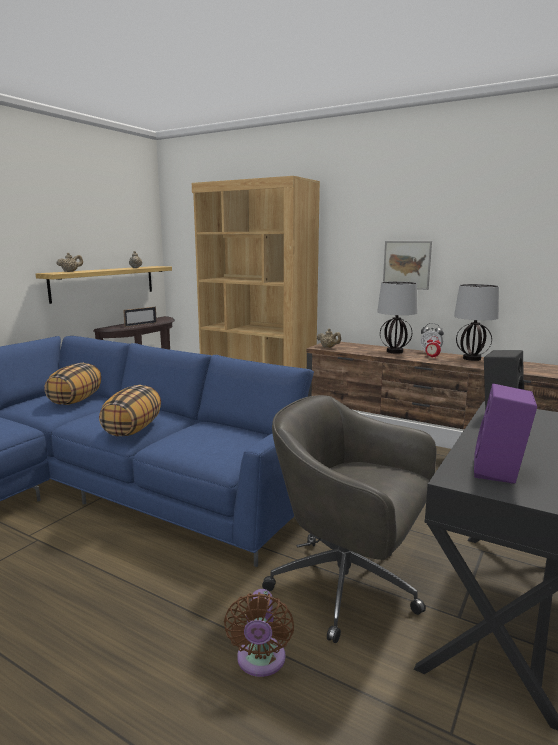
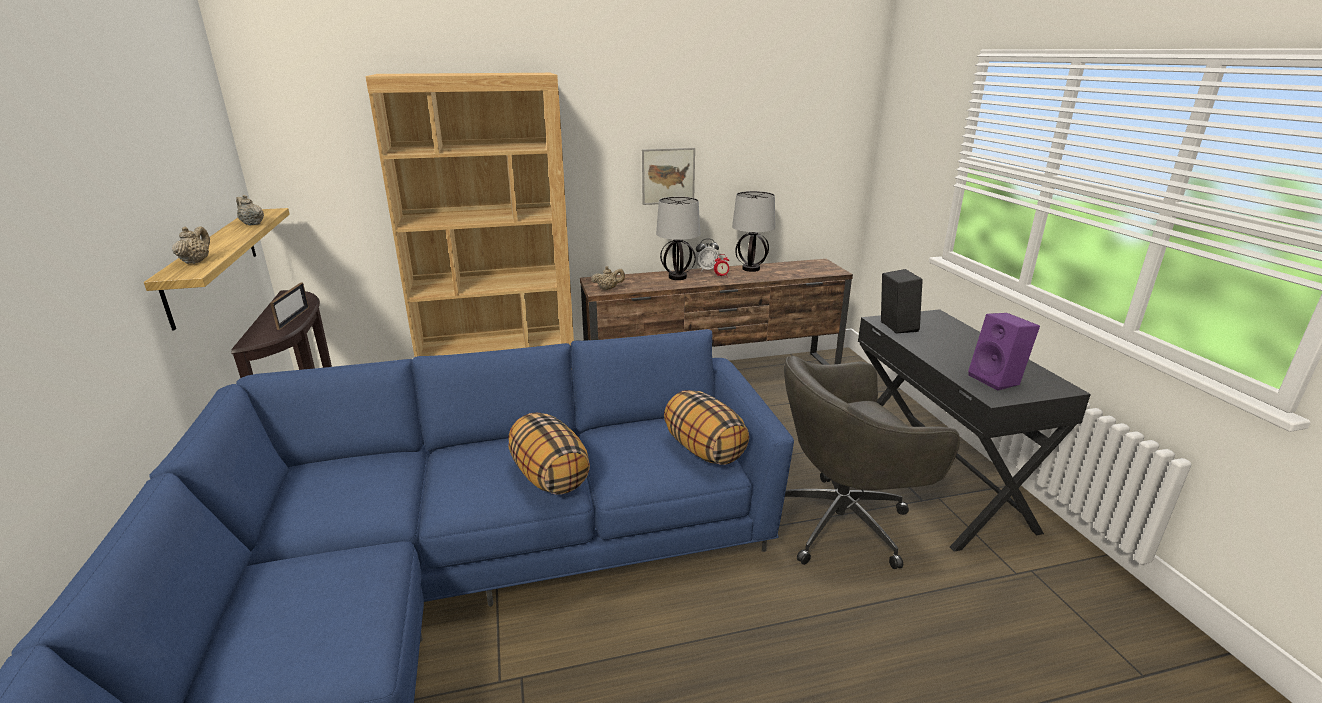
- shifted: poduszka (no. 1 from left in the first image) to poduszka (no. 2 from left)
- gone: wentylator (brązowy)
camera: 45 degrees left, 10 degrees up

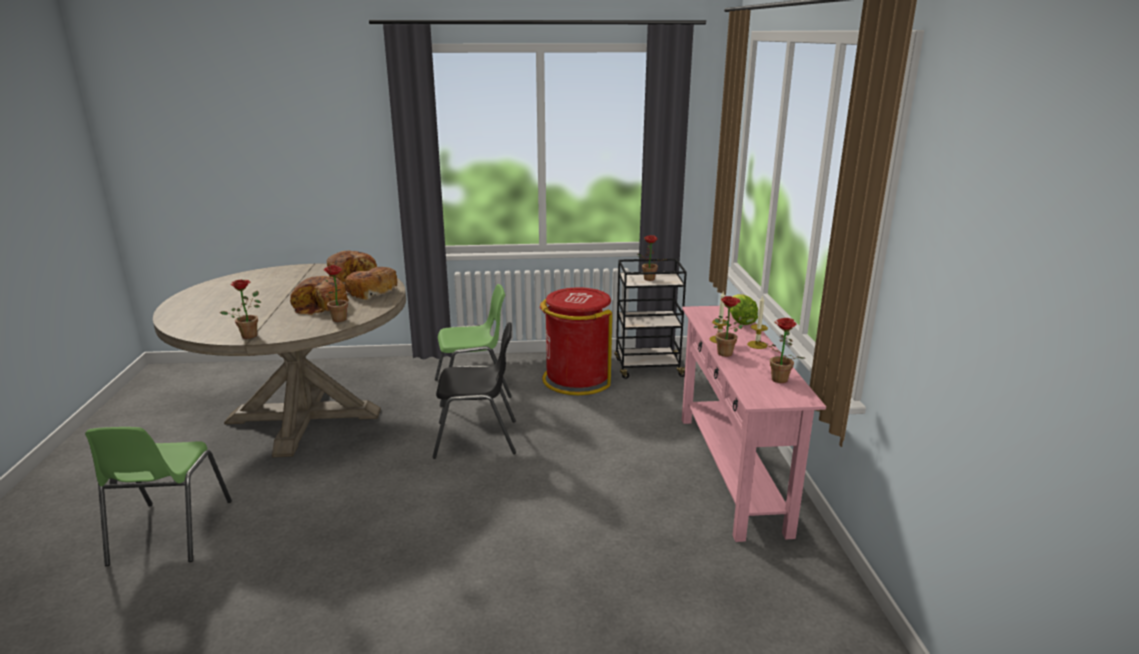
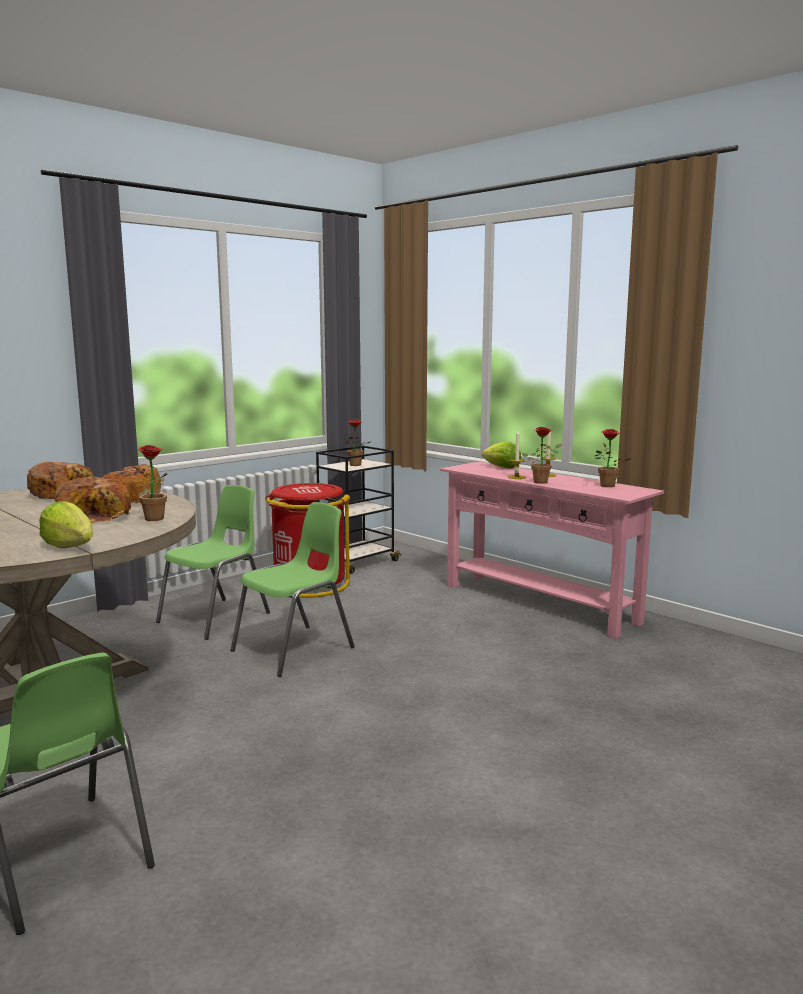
- swapped: roślina doniczkowa (no. 1 from left) to sałata (no. 1 from left)
- repainted: krzesło (czarny) to krzesło (zielony) (no. 3 from left)
camera: 40 degrees left, 10 degrees down

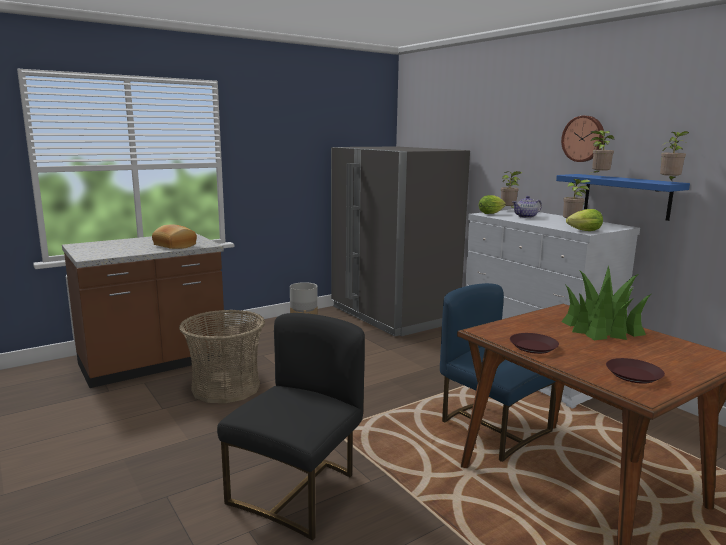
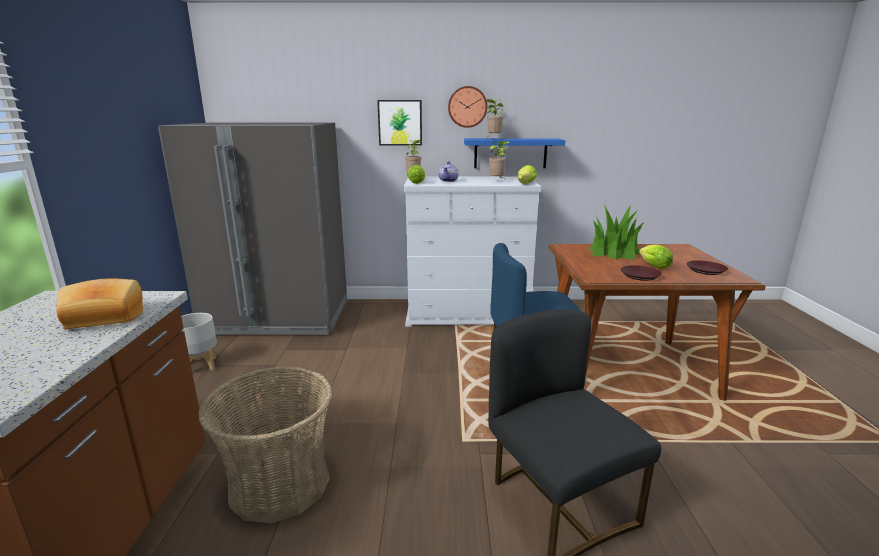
- gone: roślina doniczkowa (no. 5 from left)
- new: obraz
- new: sałata (no. 3 from left)
camera: 55 degrees left, 5 degrees up

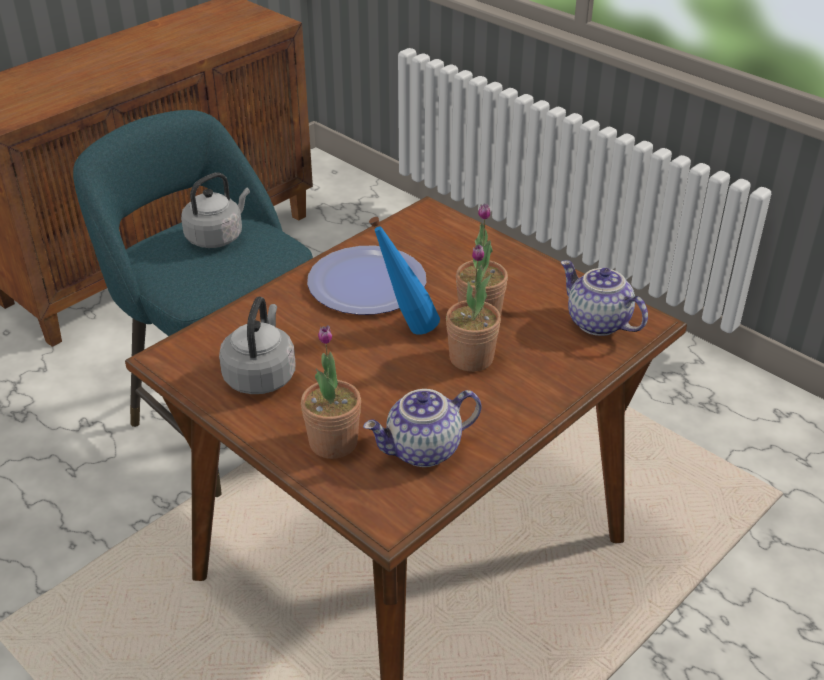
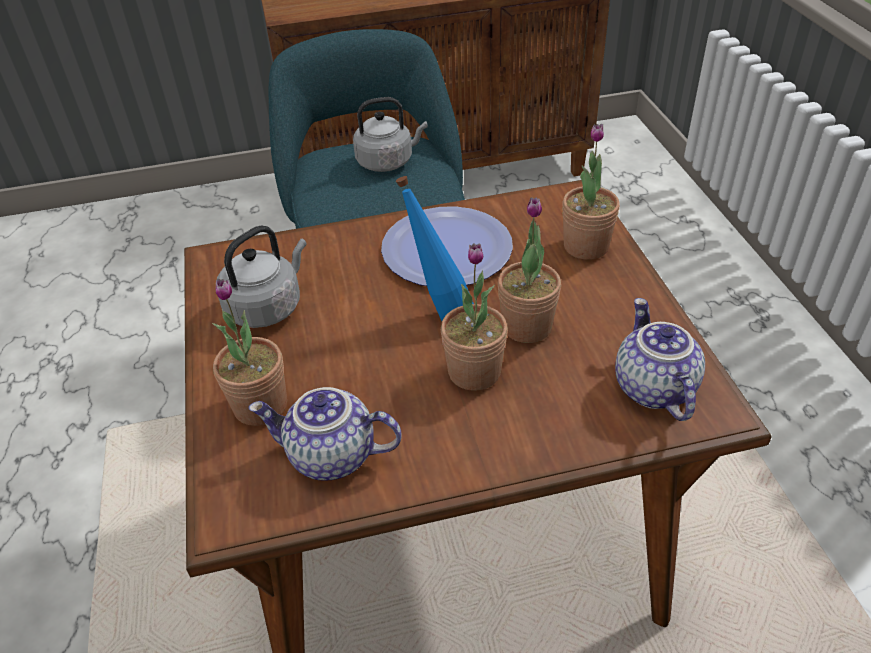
- new: roślina doniczkowa (no. 4 from left)
camera: 35 degrees right, 5 degrees up

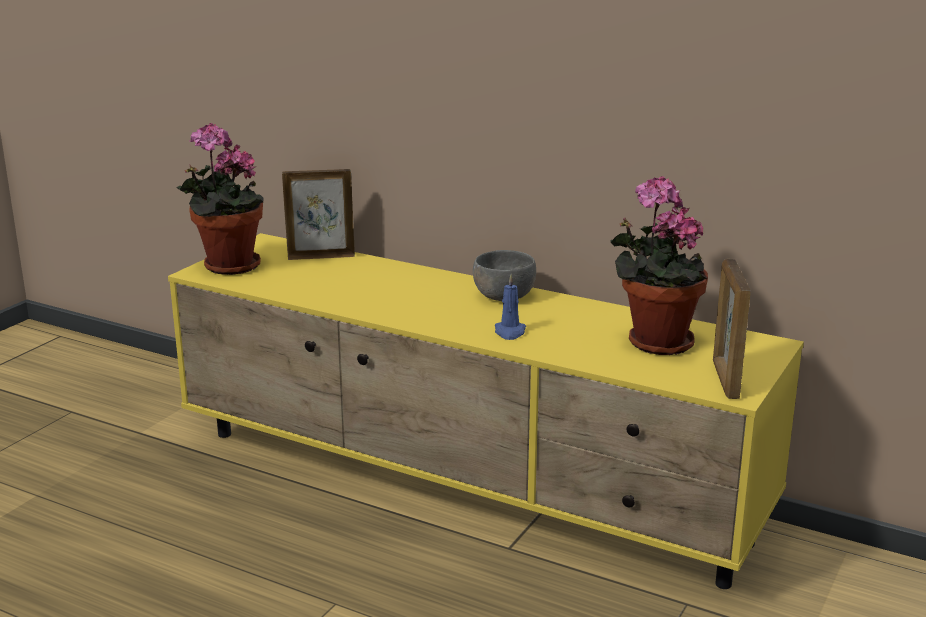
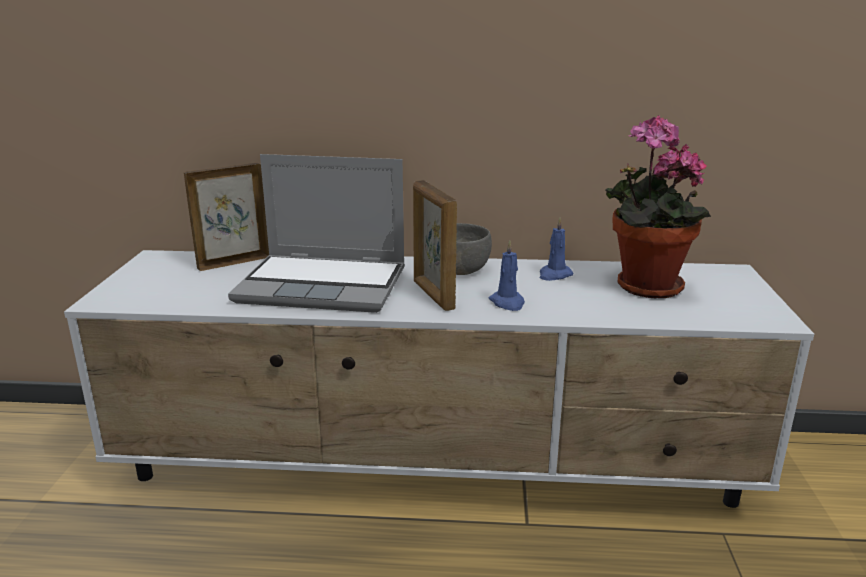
- gone: roślina doniczkowa (no. 1 from left)
- repainted: szafka pod telewizor (żółty) to szafka pod telewizor (biały)
- shifted: ramka na zdjęcie (no. 2 from left)
- new: laptop
- new: świeca (niebieski) (no. 2 from left)
camera: 25 degrees left, 0 degrees up

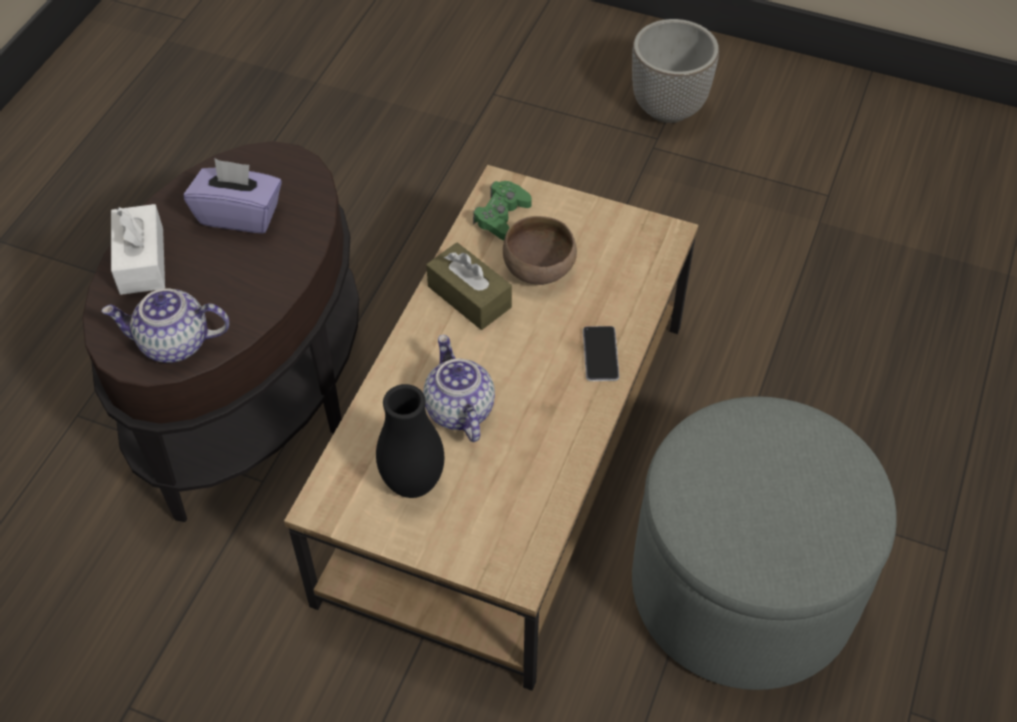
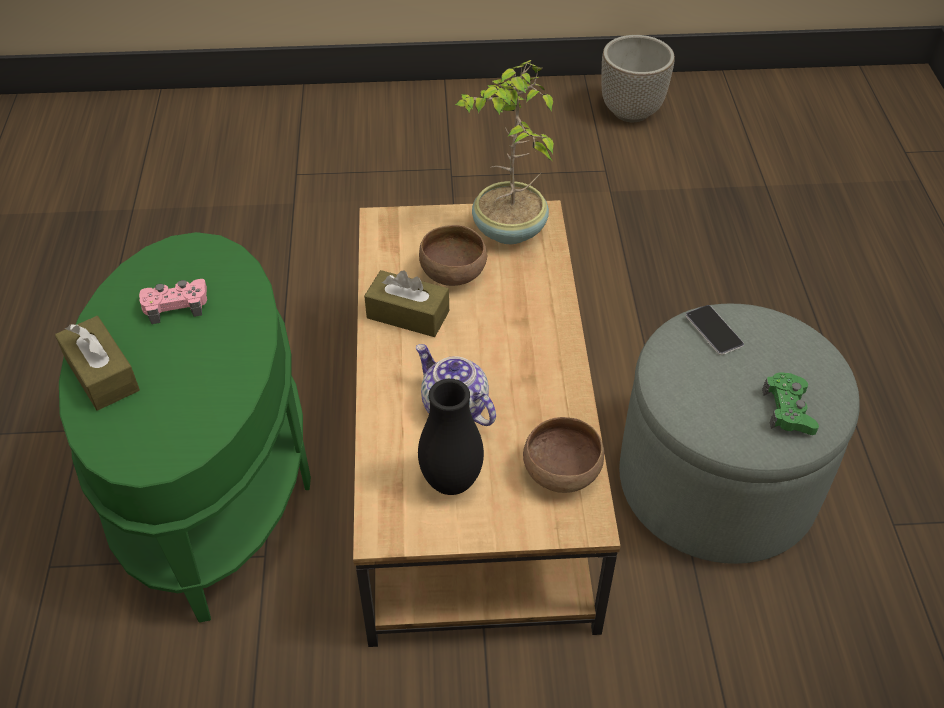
- shifted: donica
- repainted: stolik (brązowy) to stolik (zielony)
- swapped: pudełko chusteczek (fioletowy) to pad do gier (różowy)
- shifted: pad do gier (zielony)
- repainted: pudełko chusteczek (biały) to pudełko chusteczek (brązowy) (no. 1 from left)
- gone: imbryk (no. 1 from left)
- shifted: telefon
- new: roślina doniczkowa
- new: miska (brązowy) (no. 2 from left)
camera: 25 degrees left, 5 degrees down

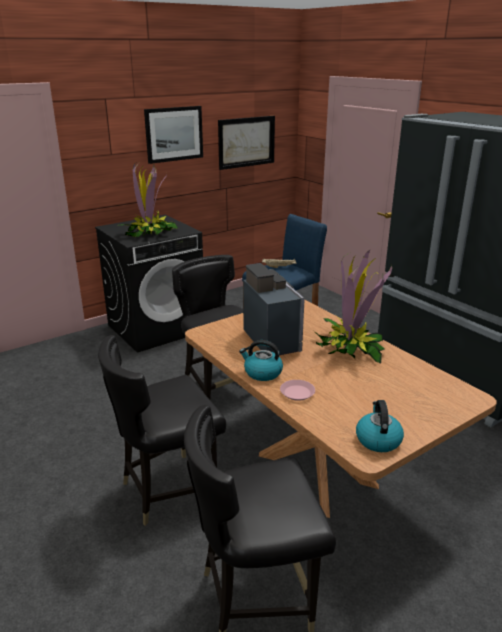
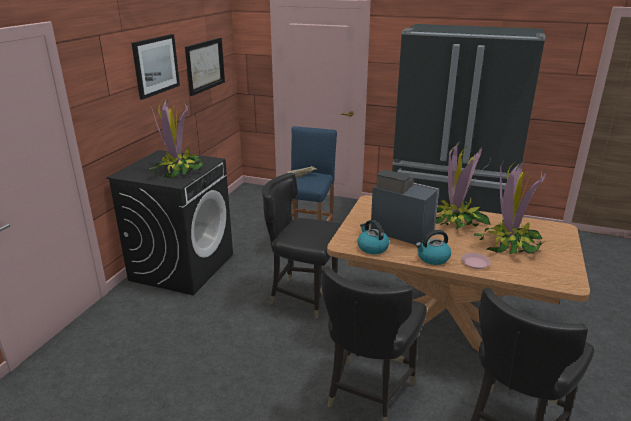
- shifted: czajnik (no. 2 from left in the first image) to czajnik (no. 1 from left)
- new: roślina doniczkowa (no. 3 from left)
camera: 35 degrees left, 0 degrees up

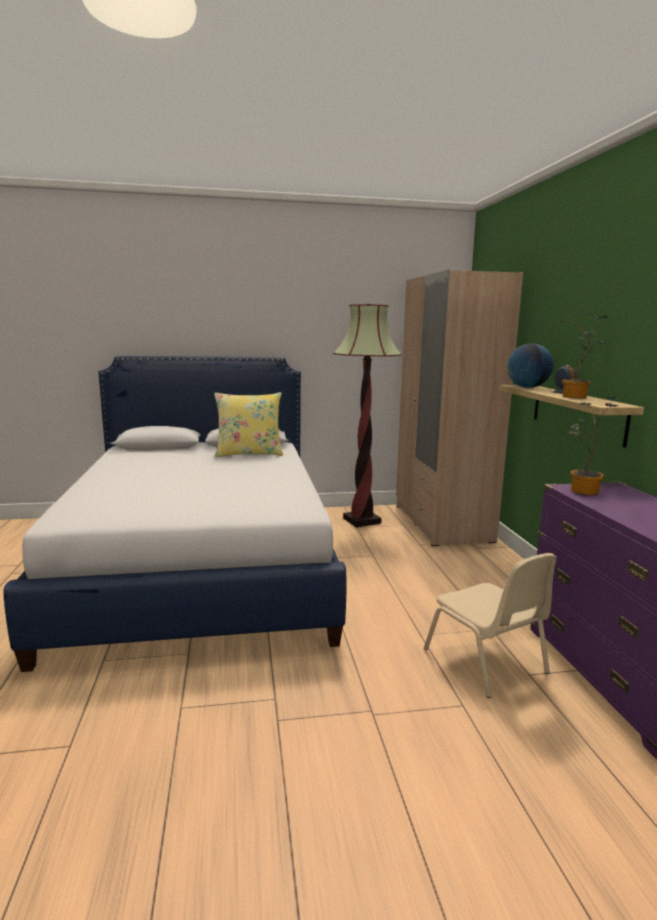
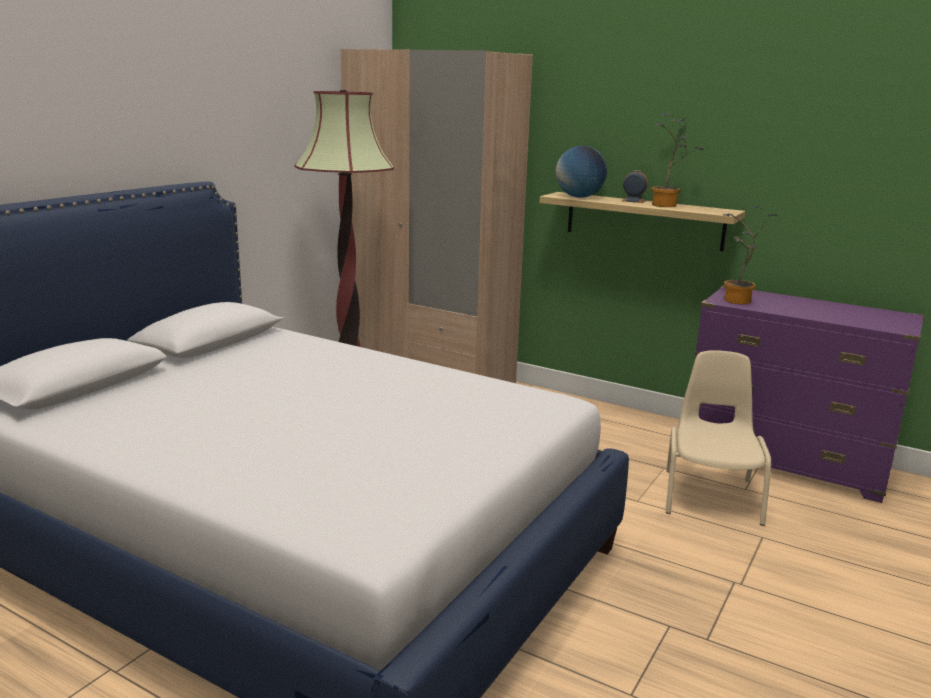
- gone: poduszka (żółty)
- rotated: krzesło (beżowy) 90 degrees counterclockwise
camera: 50 degrees left, 5 degrees up

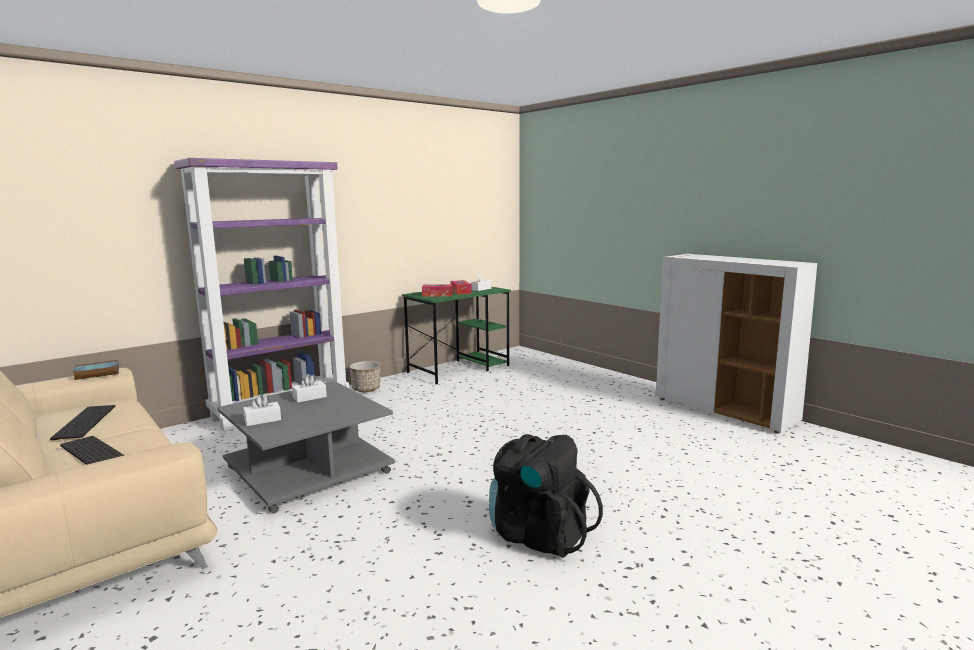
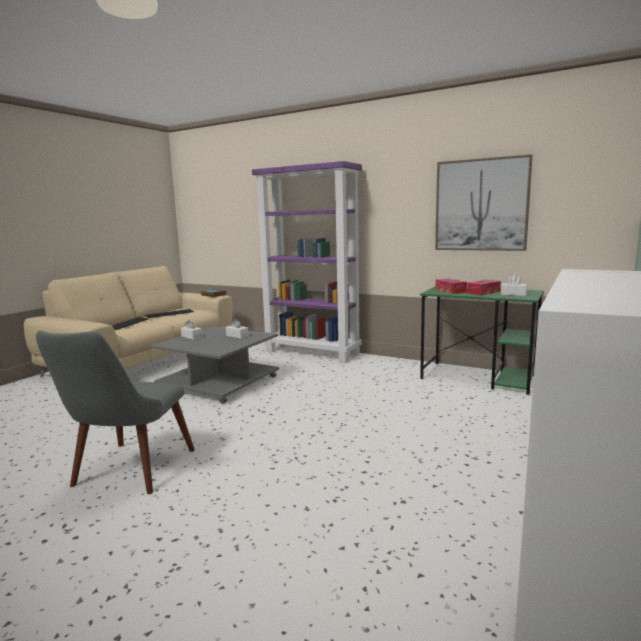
- gone: donica
- swapped: plecak (czarny) to krzesło (szary)
- new: obraz
camera: 70 degrees right, 0 degrees up

